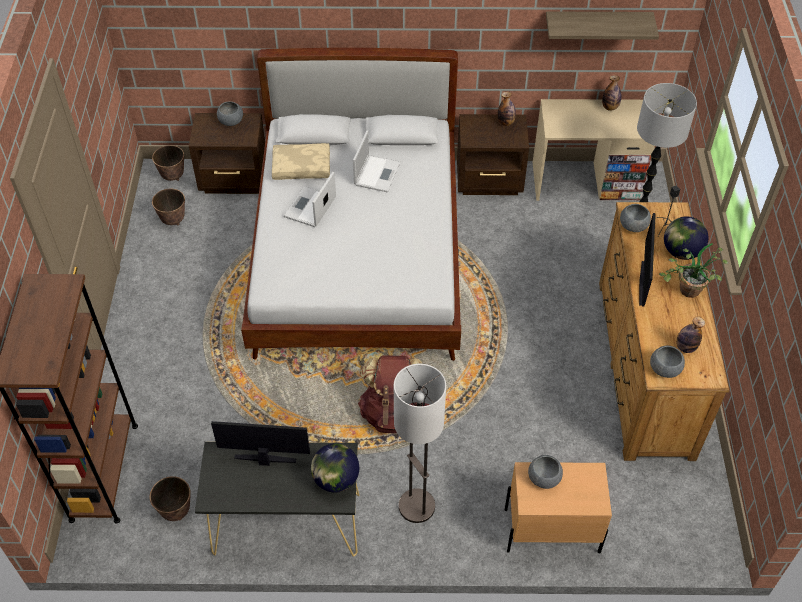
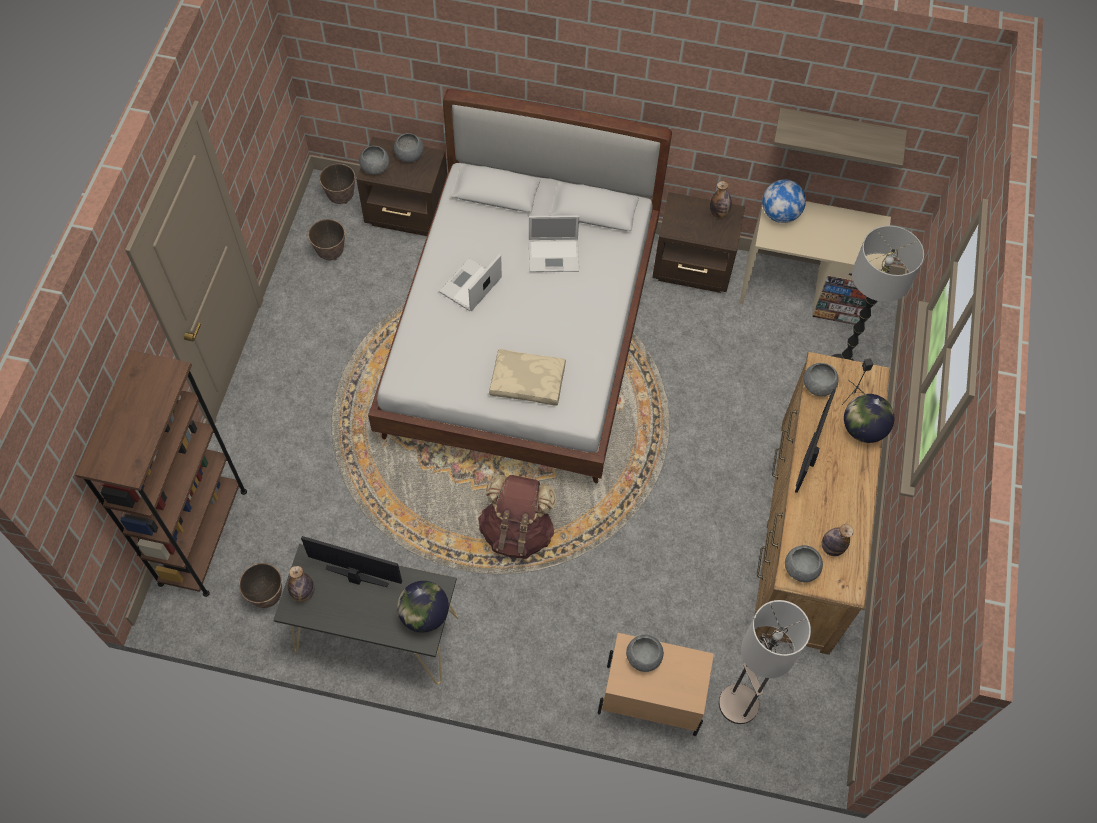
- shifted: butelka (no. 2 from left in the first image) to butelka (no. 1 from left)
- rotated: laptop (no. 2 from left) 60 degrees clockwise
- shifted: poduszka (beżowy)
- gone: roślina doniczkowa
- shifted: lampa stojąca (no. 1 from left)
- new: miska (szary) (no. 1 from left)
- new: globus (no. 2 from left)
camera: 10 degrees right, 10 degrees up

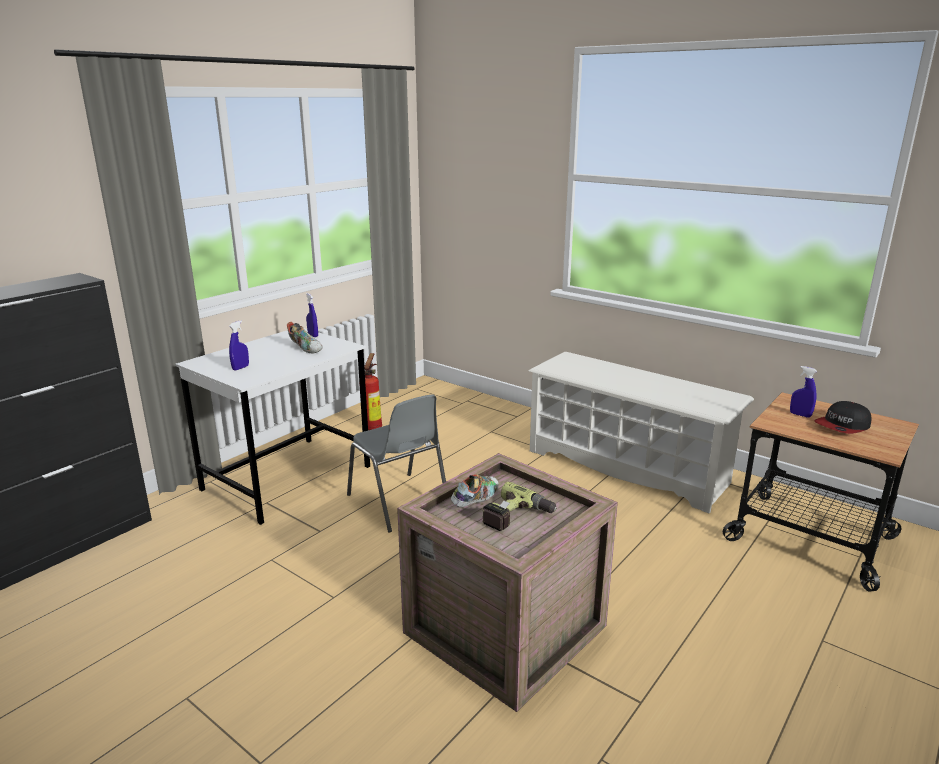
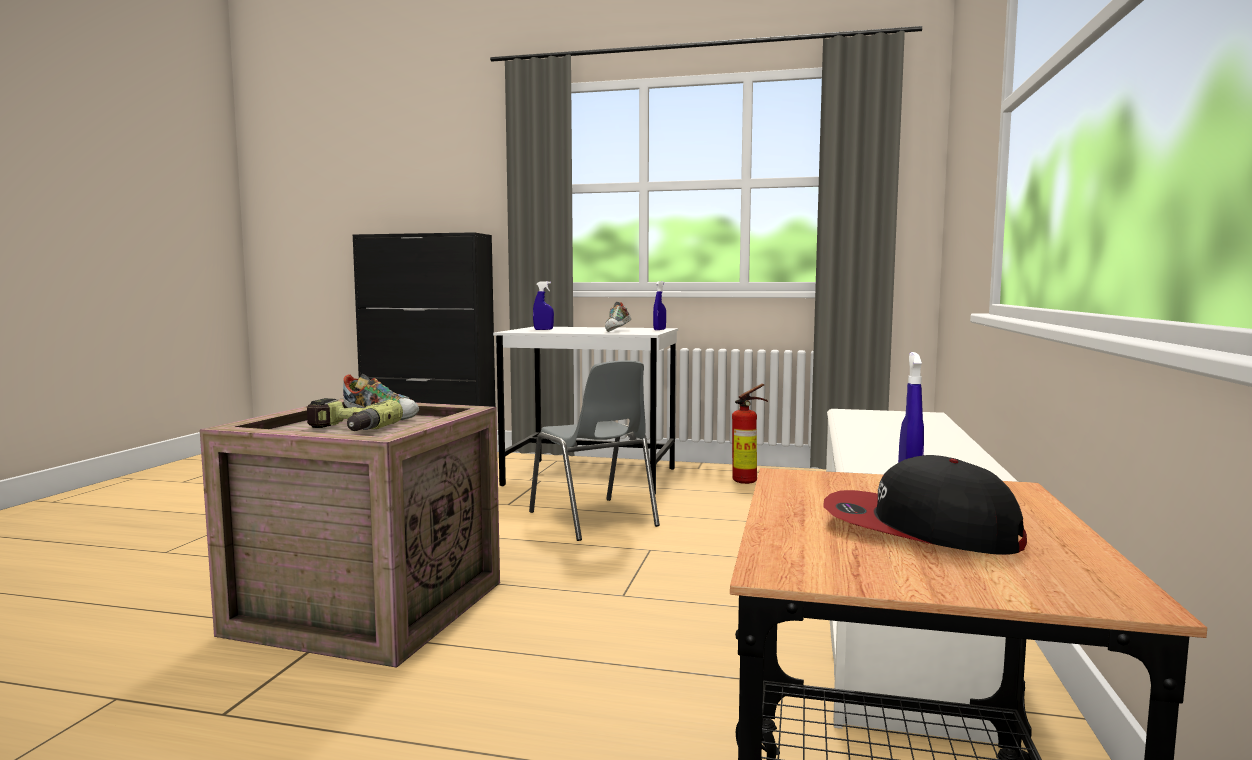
- rotated: krzesło (szary) 60 degrees counterclockwise
camera: 65 degrees right, 15 degrees down

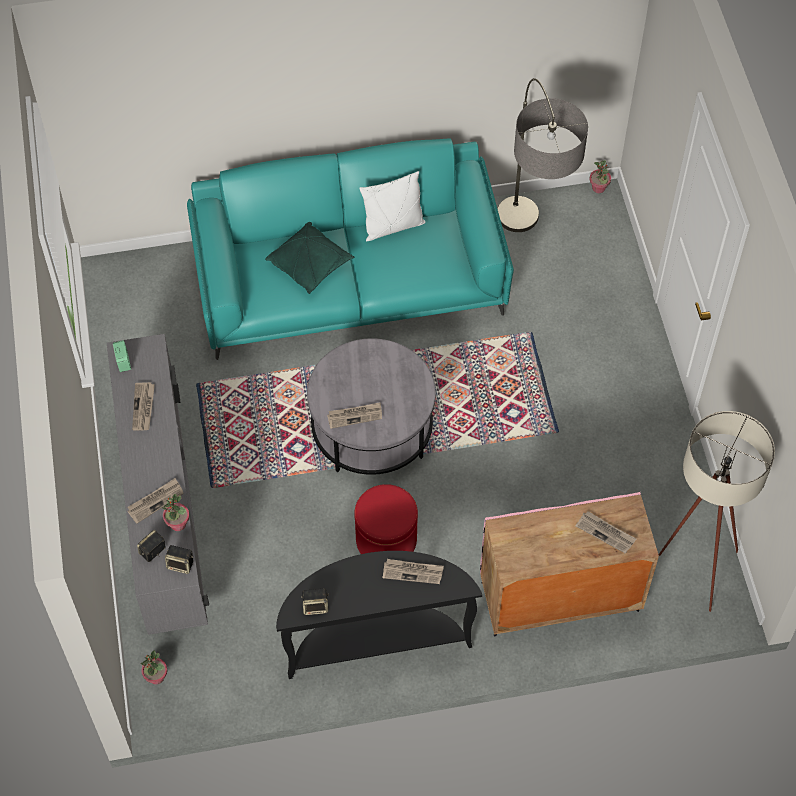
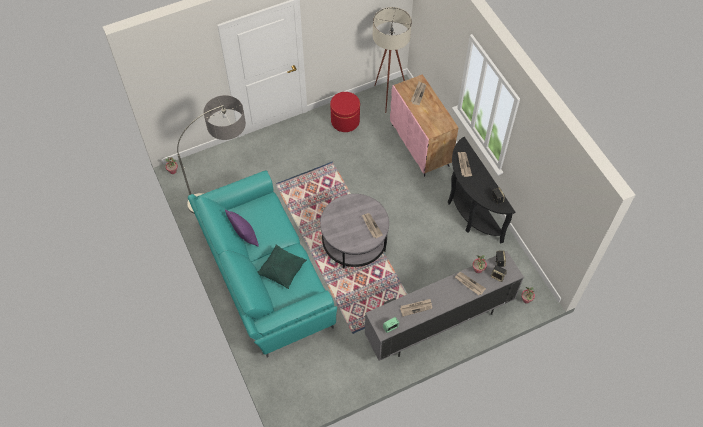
- repainted: poduszka (biały) to poduszka (fioletowy)
- shifted: pufa (czerwony)
camera: 105 degrees left, 0 degrees up

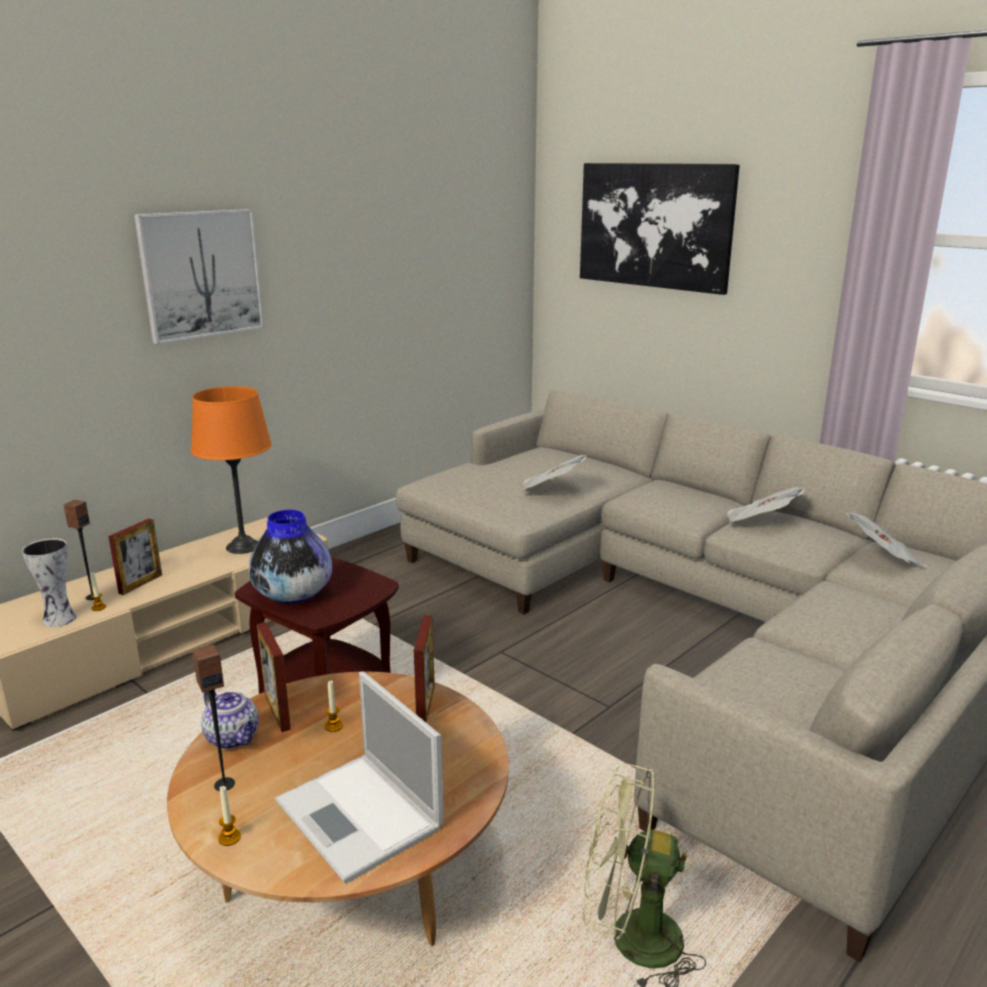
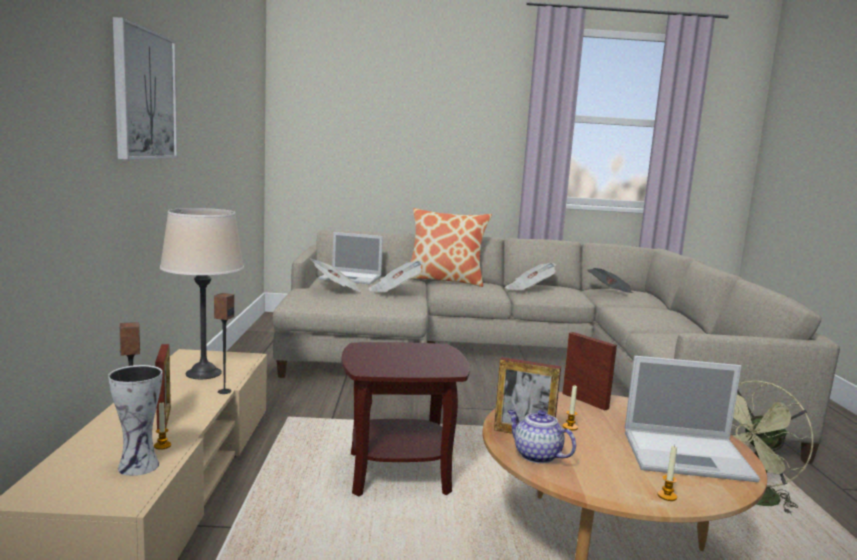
- gone: obraz (no. 2 from left)
- repainted: lampa stołowa (pomarańczowy) to lampa stołowa (beżowy)
- gone: wazon (no. 2 from left)
- shifted: głośnik (no. 2 from left)
- rotated: imbryk 135 degrees counterclockwise
- new: poduszka
- new: laptop (no. 1 from left)
- new: gazeta (no. 1 from left)
camera: 45 degrees left, 10 degrees down

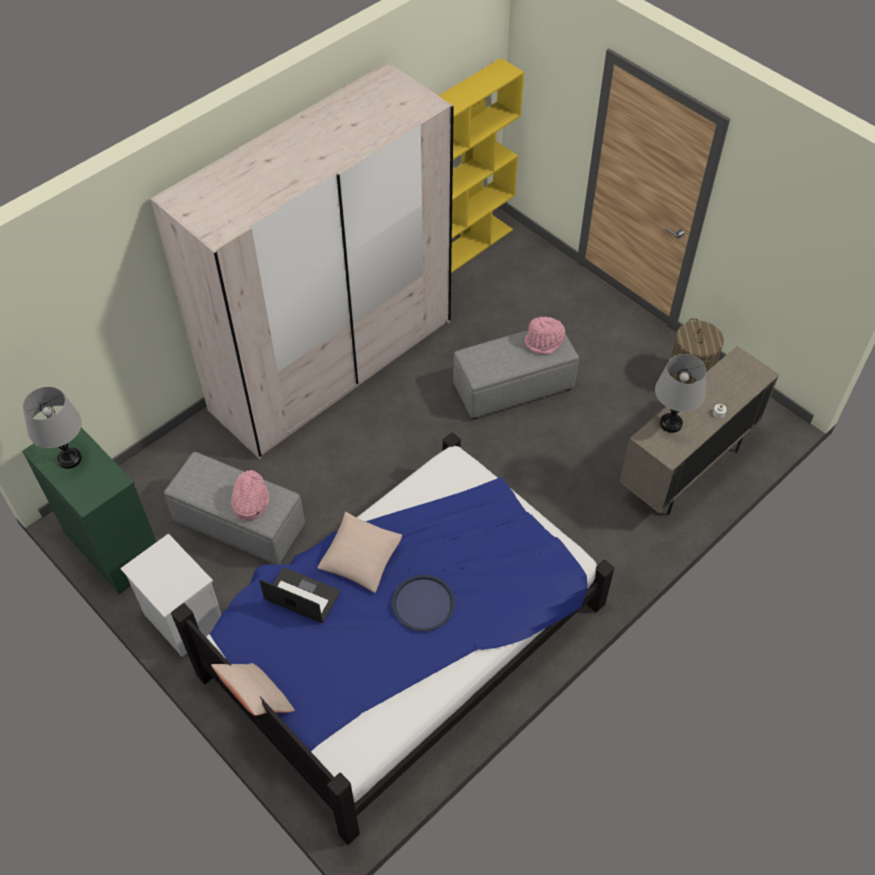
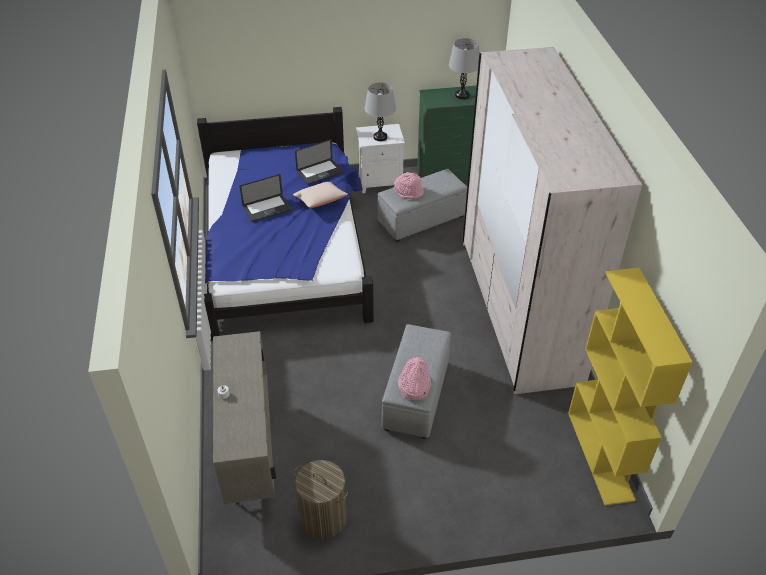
- shifted: lampa stołowa (szary) (no. 2 from left in the first image) to lampa stołowa (szary) (no. 1 from left)
- swapped: taca (niebieski) to laptop (no. 1 from left)
- gone: poduszka (beżowy) (no. 1 from left)
camera: 125 degrees right, 10 degrees down

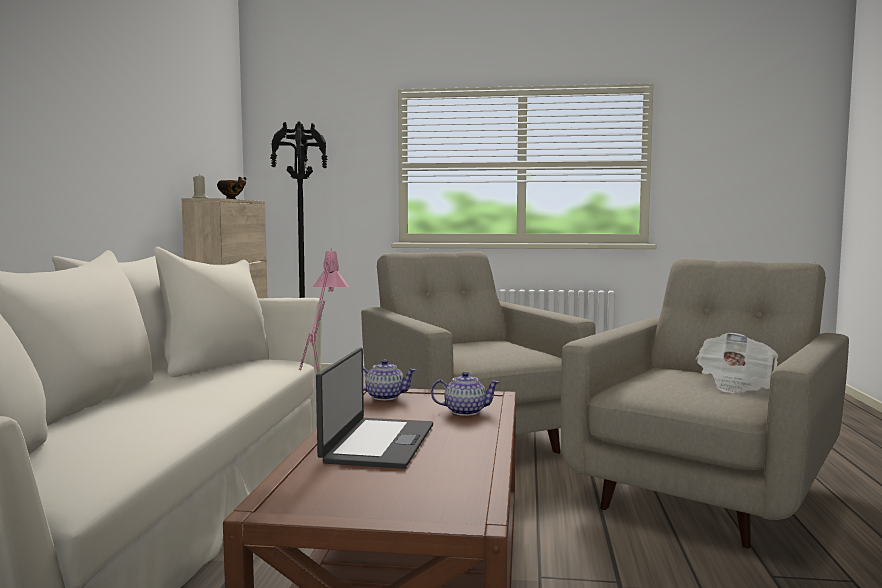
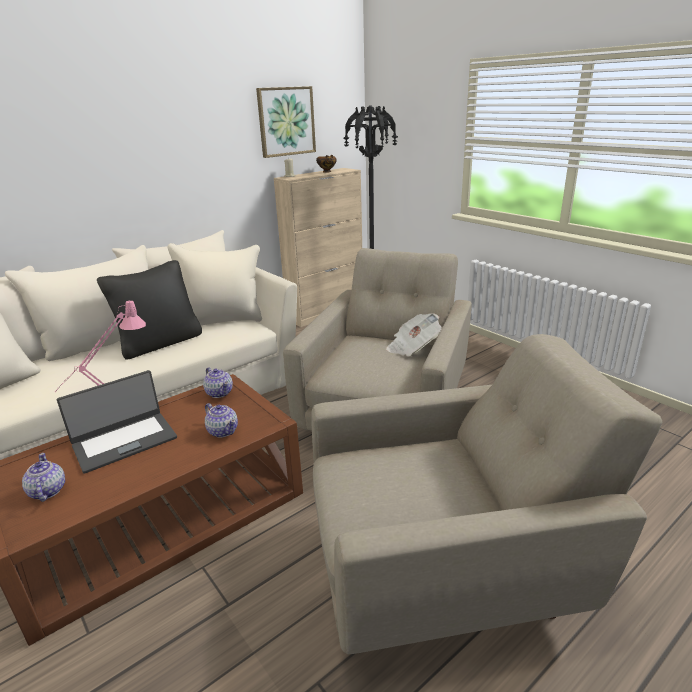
- shifted: gazeta
- new: obraz
- new: poduszka (czarny)
- new: imbryk (no. 1 from left)
camera: 45 degrees right, 20 degrees up

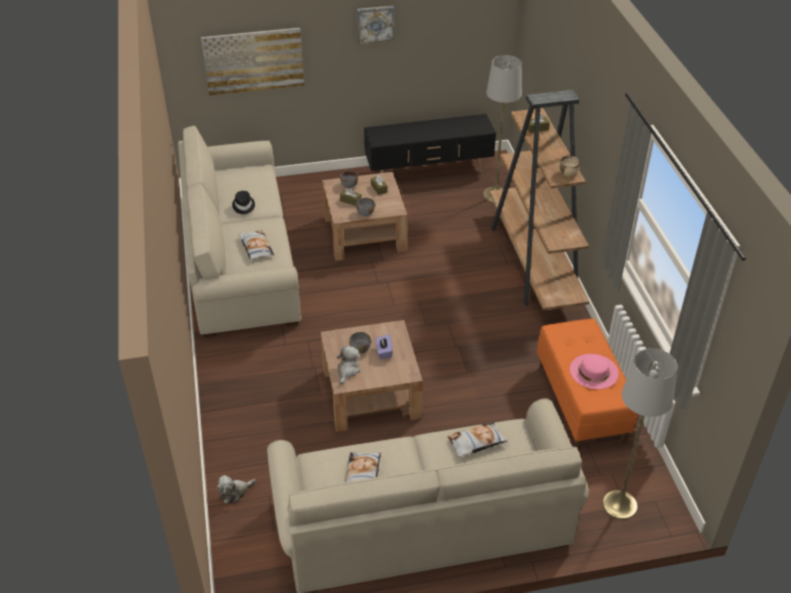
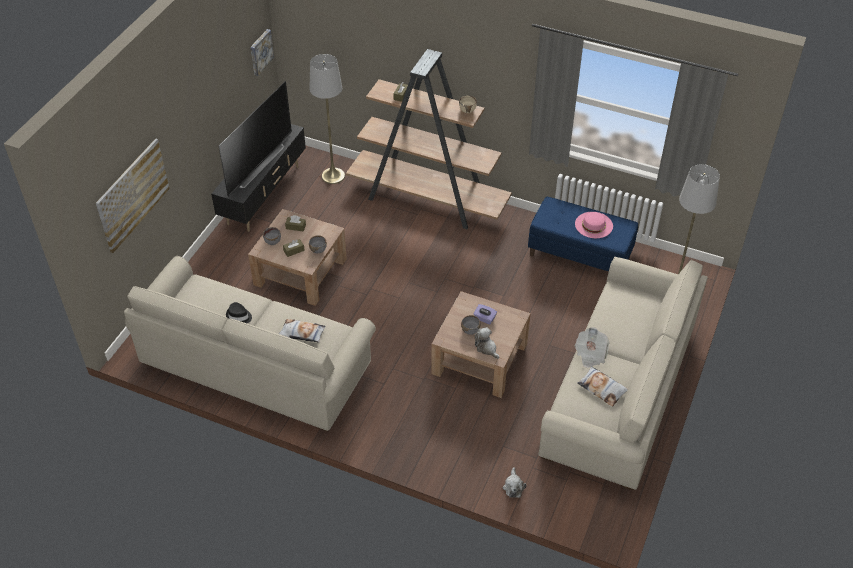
- shifted: obraz (no. 2 from left)
- repainted: ławka (pomarańczowy) to ławka (niebieski)
- gone: poduszka (no. 3 from left)
- new: telewizor
- new: gazeta
camera: 55 degrees left, 5 degrees up

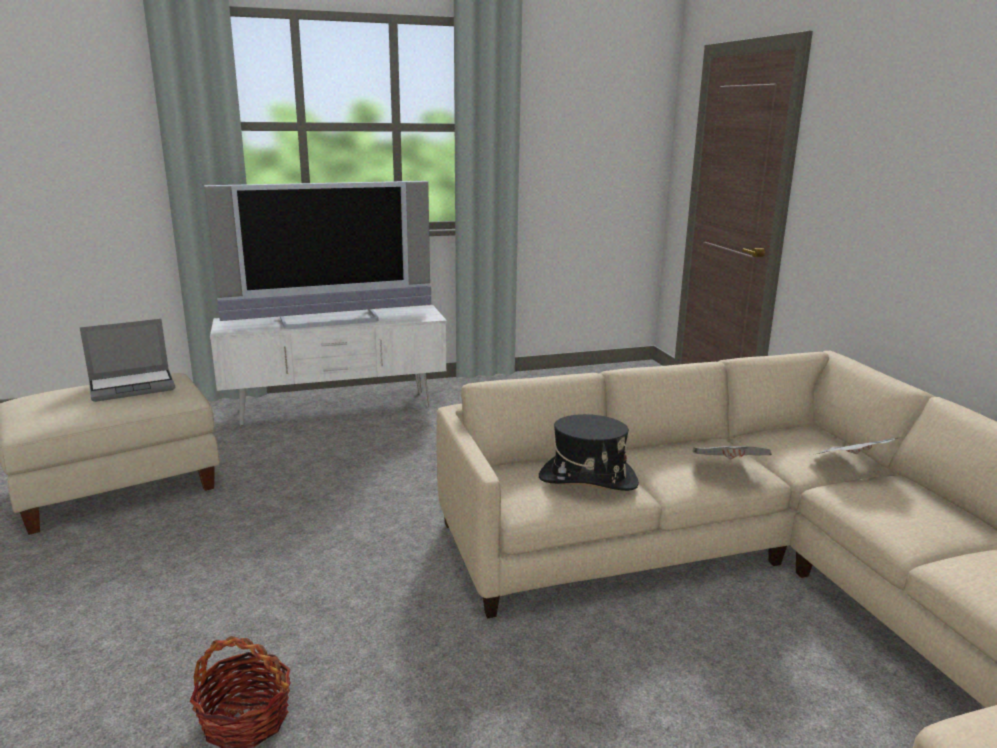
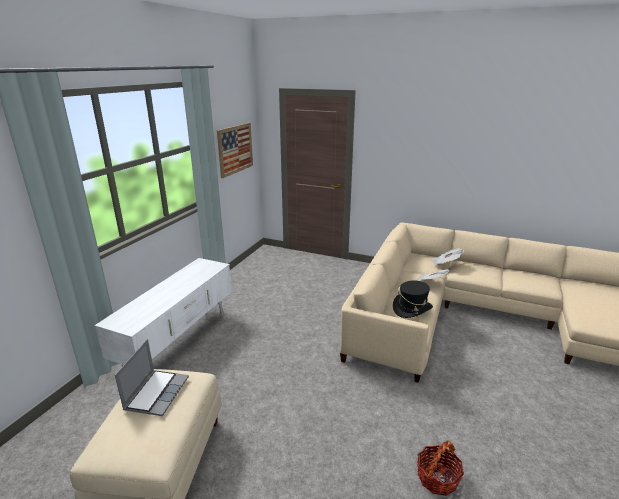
- gone: telewizor
- new: obraz
camera: 50 degrees left, 5 degrees up

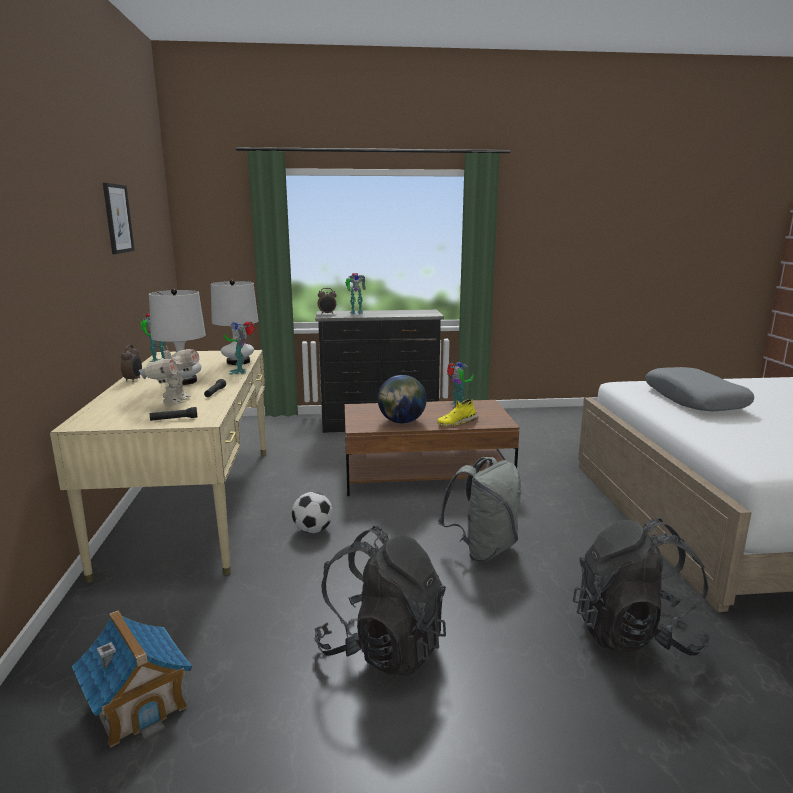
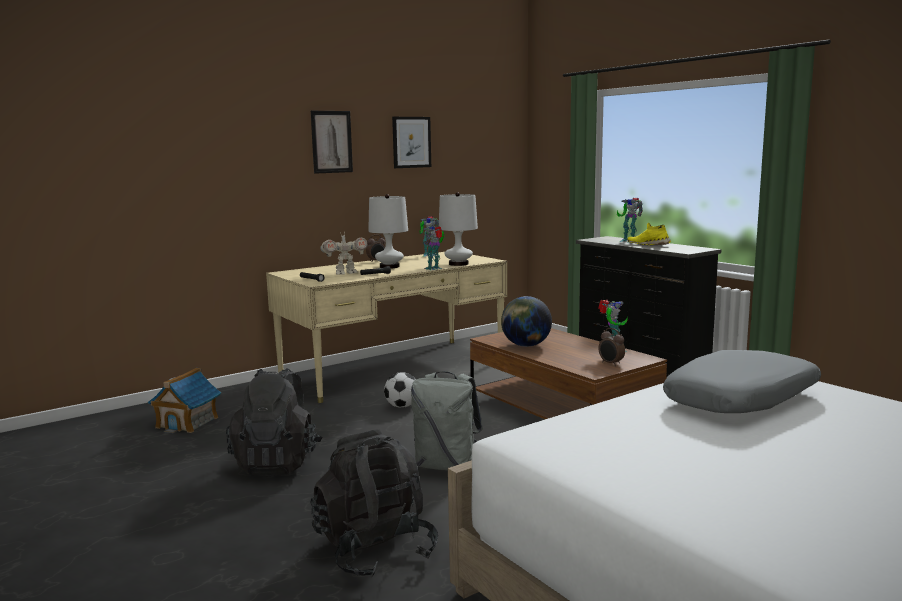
- shifted: budzik (no. 2 from left)
- shifted: but (żółty)
- new: obraz (no. 1 from left)
camera: 60 degrees right, 5 degrees down

